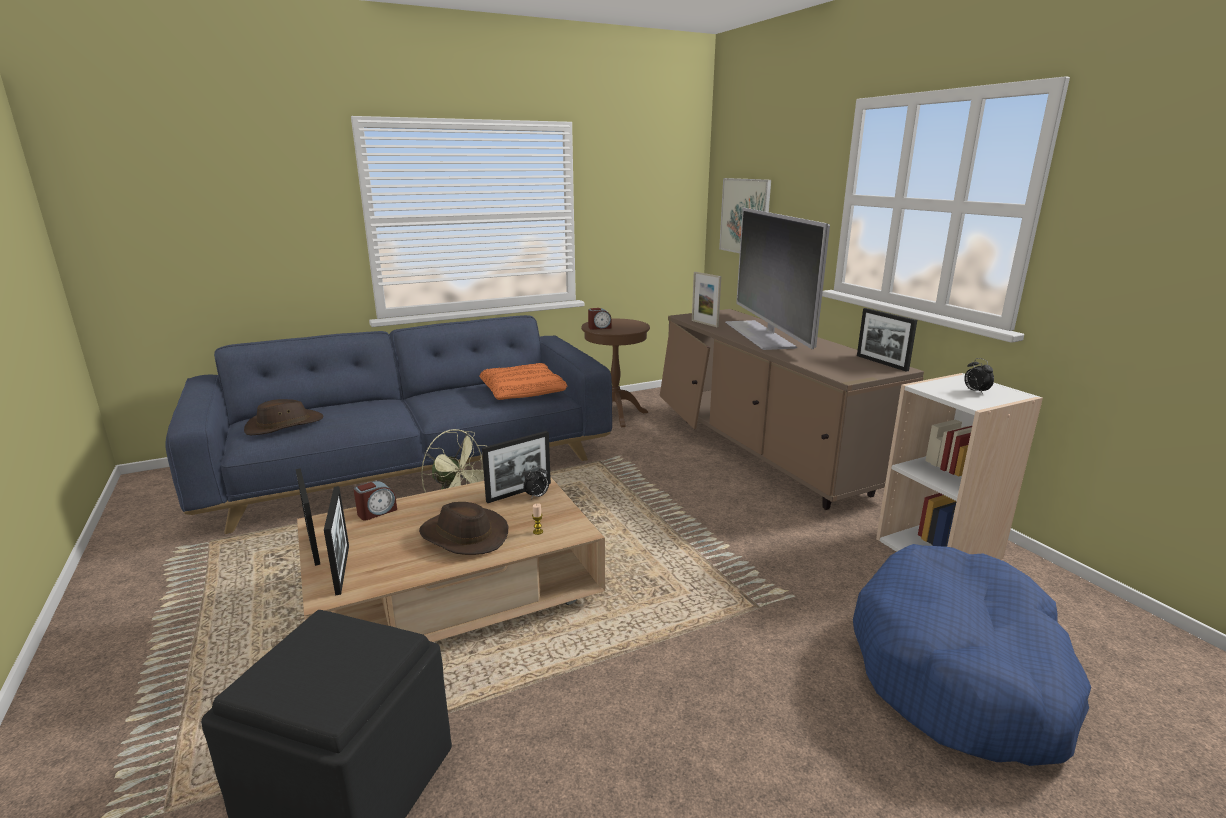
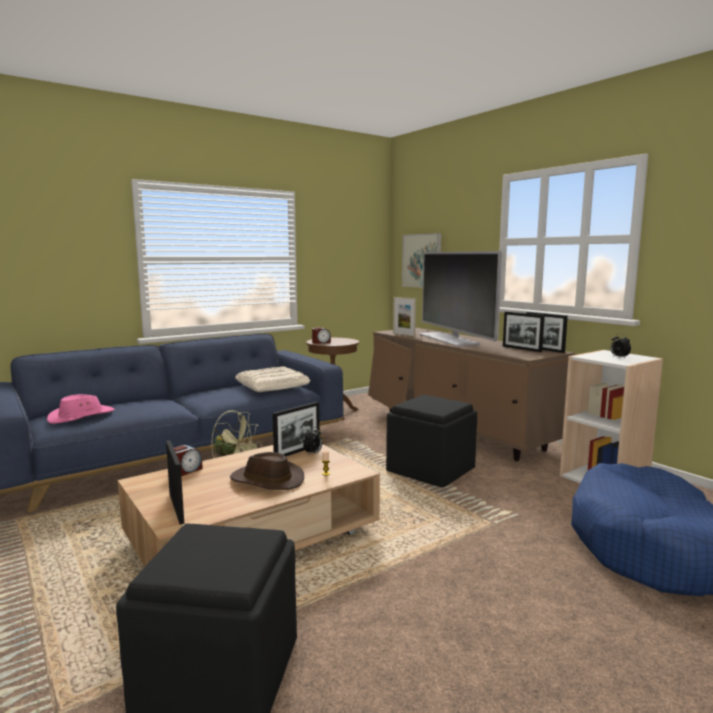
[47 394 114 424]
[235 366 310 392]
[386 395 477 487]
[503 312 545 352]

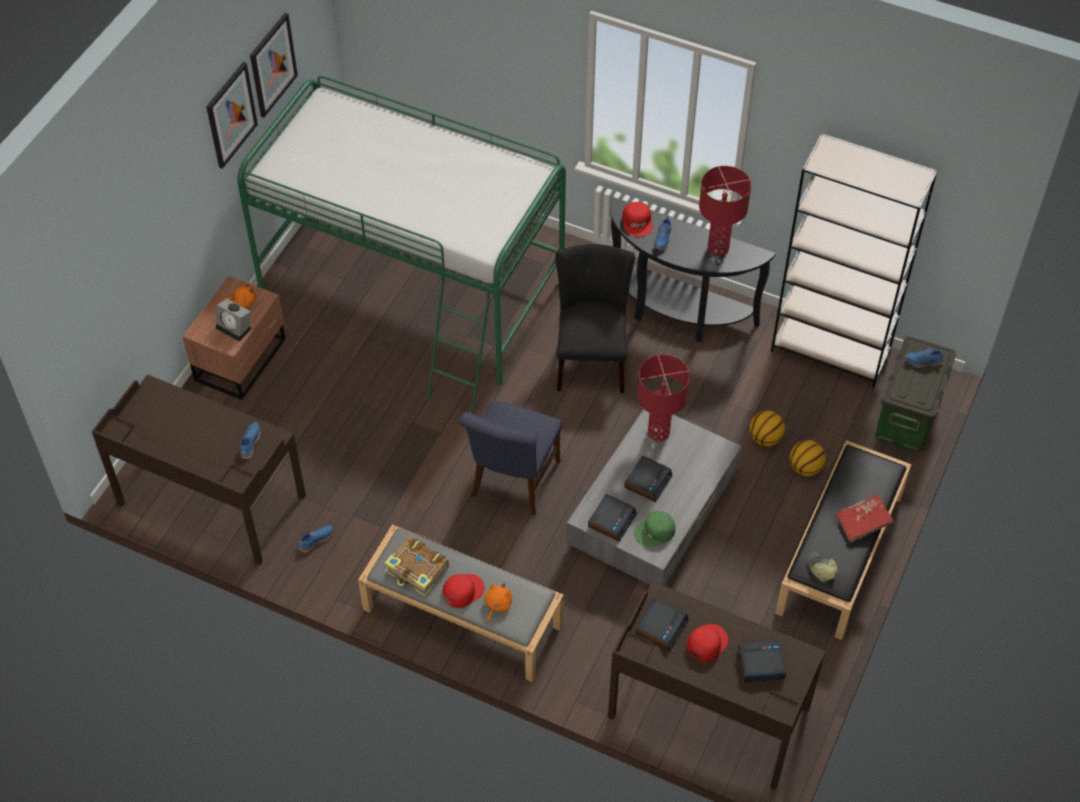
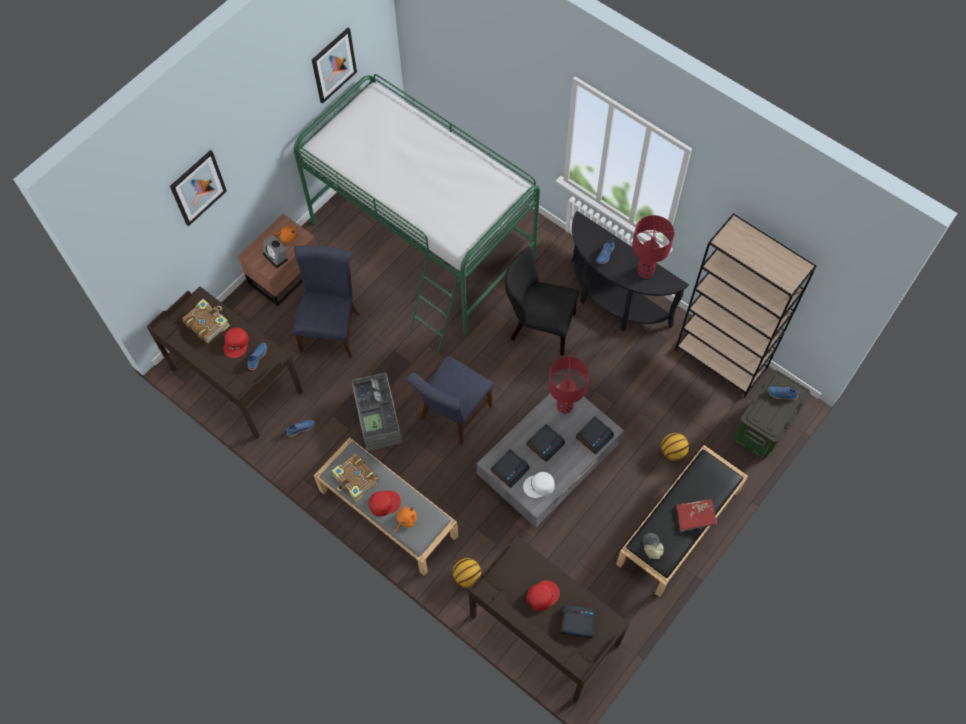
[170 150 227 226]
[182 299 230 344]
[224 327 249 358]
[292 246 359 358]
[352 373 402 451]
[453 558 482 588]
[505 246 579 356]
[523 472 555 498]
[576 417 614 455]

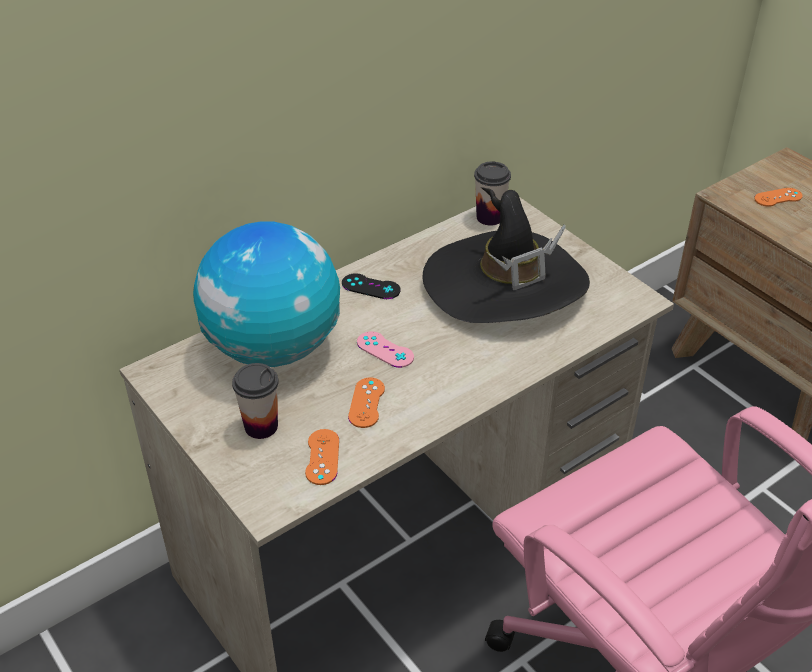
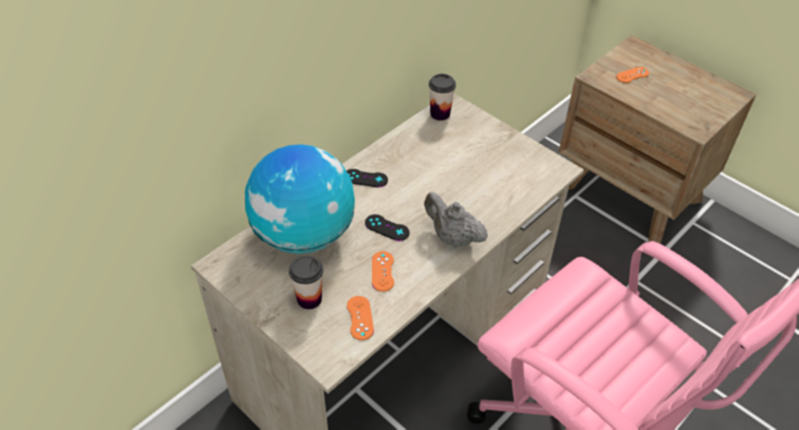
[365 214 410 241]
[424 192 488 247]
[422 187 590 323] (first image)

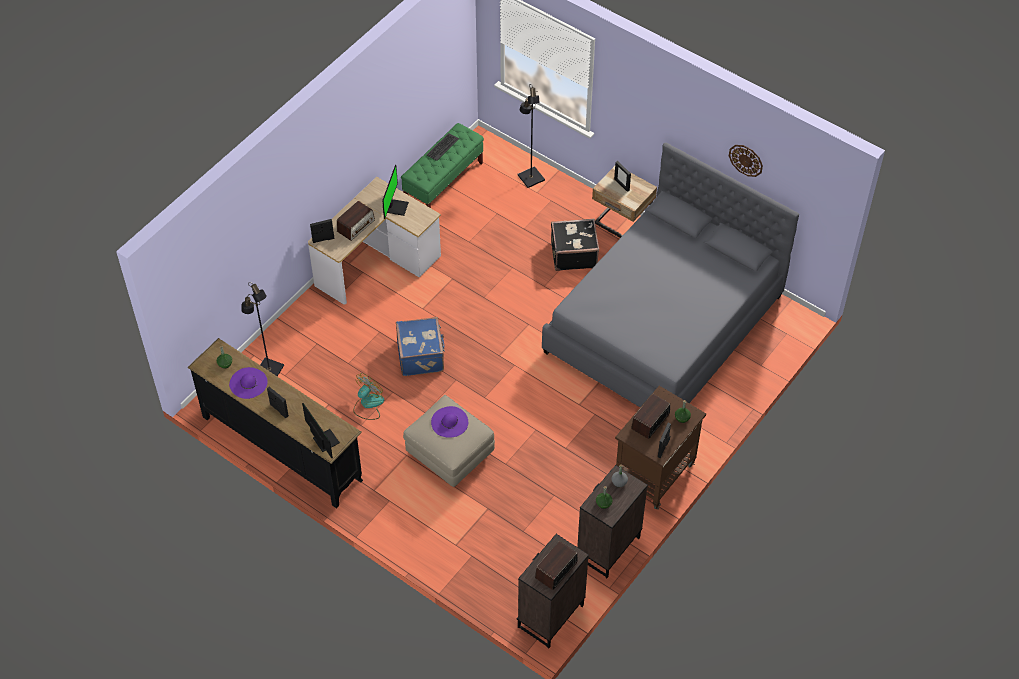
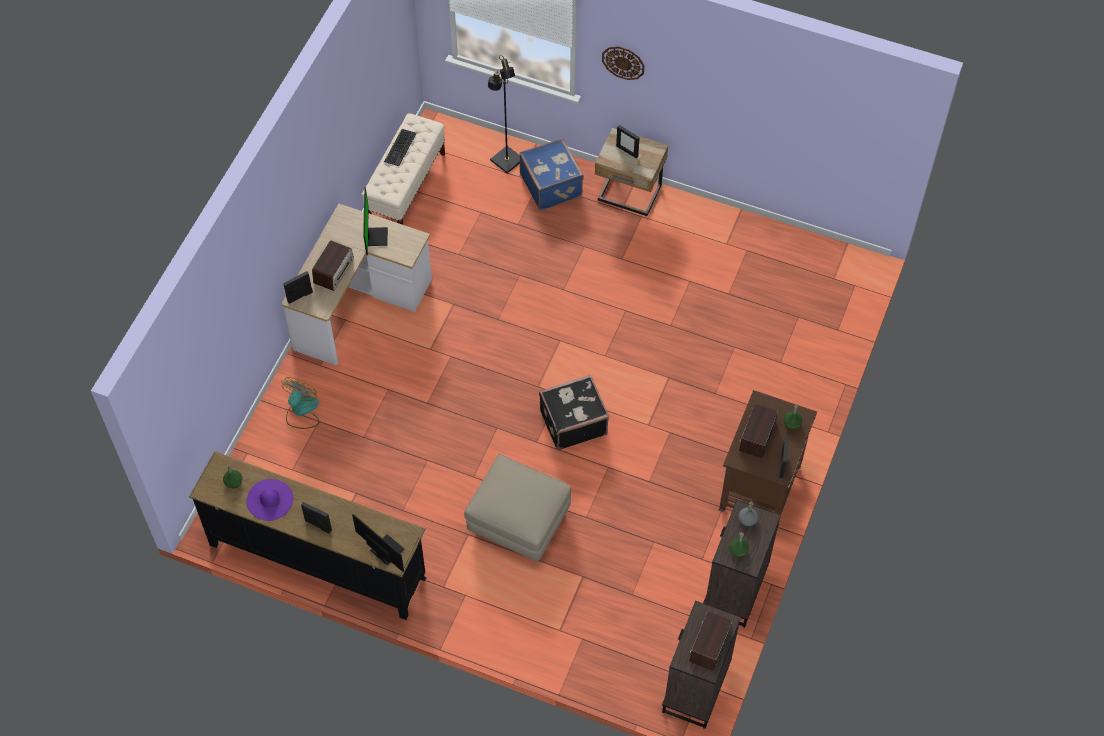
[282 377 319 429]
[361 113 445 225]
[520 138 584 210]
[539 375 609 450]
[602 46 644 80]
[241 282 284 376] (first image)
[431 406 468 438] (first image)
[542 143 799 407] (first image)

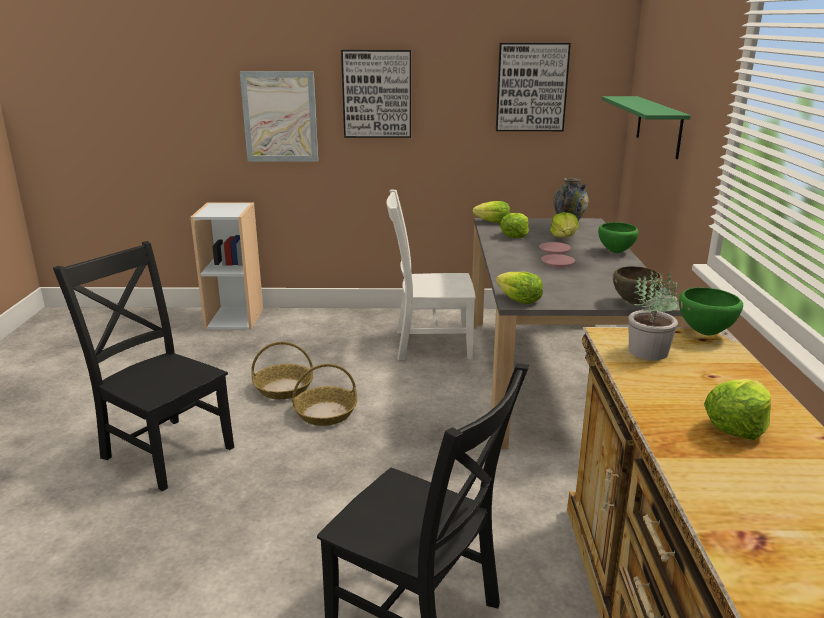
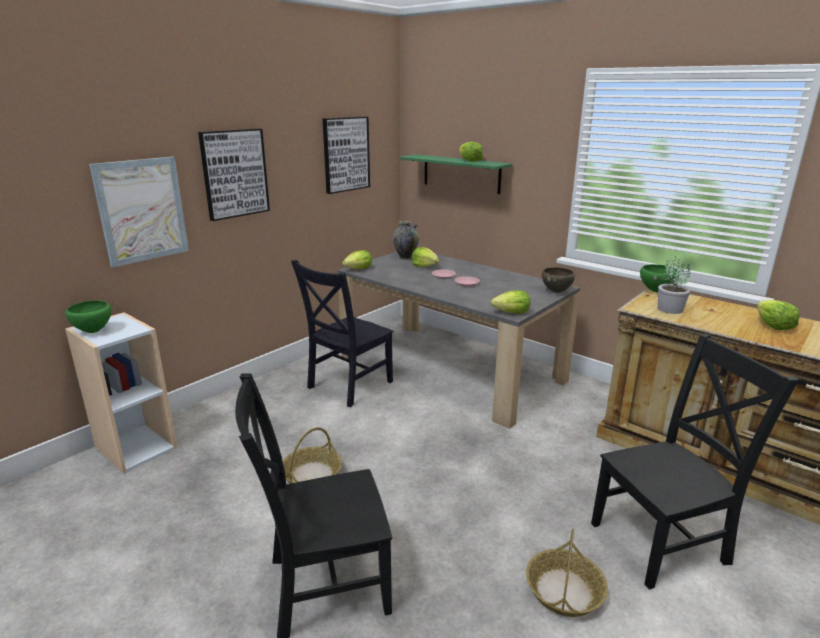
[65 300 111 333]
[291 260 393 407]
[460 142 483 162]
[526 529 608 617]

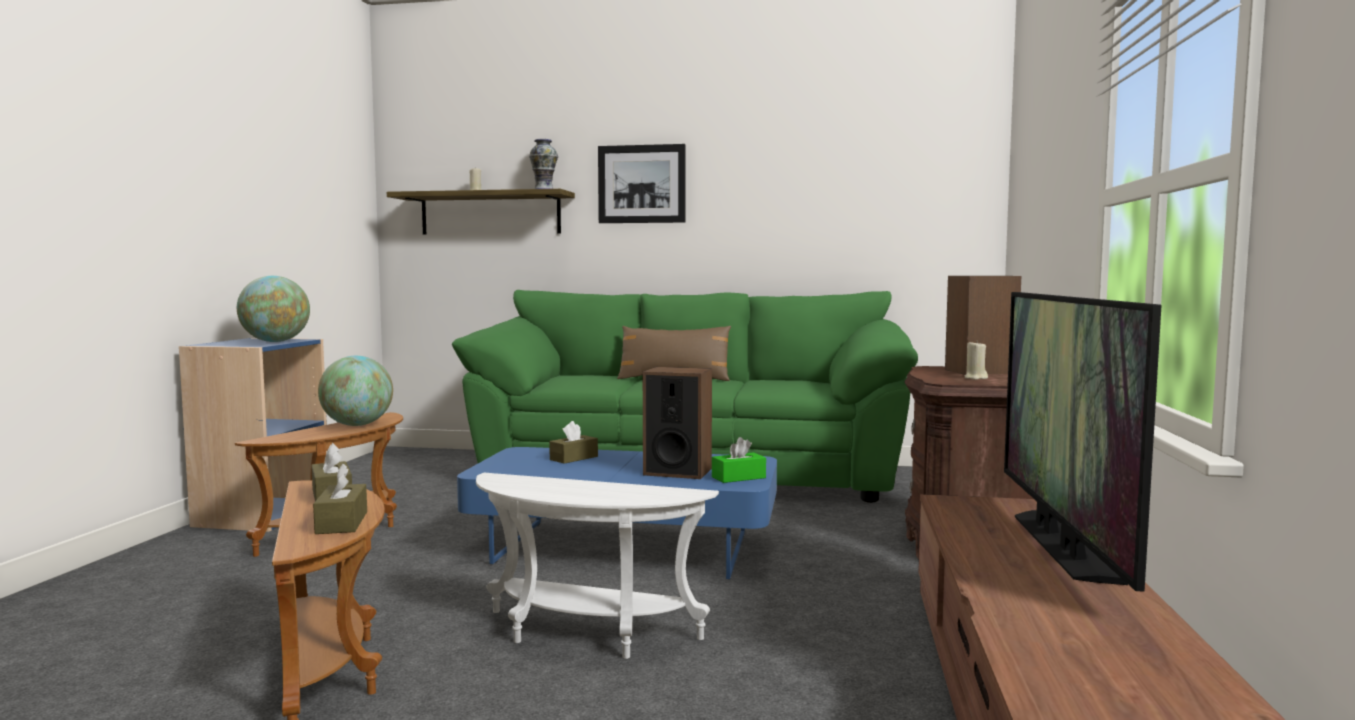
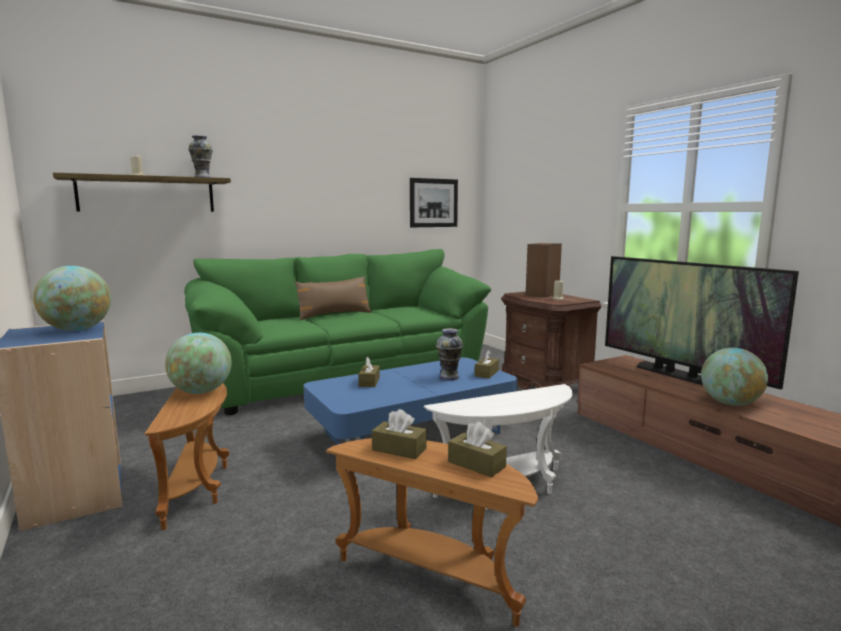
[410 178 458 227]
[436 328 463 380]
[475 350 499 379]
[701 348 768 406]

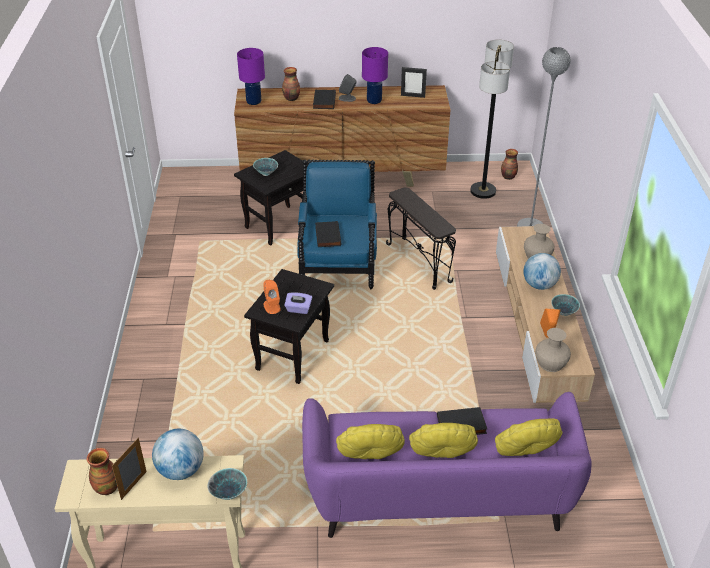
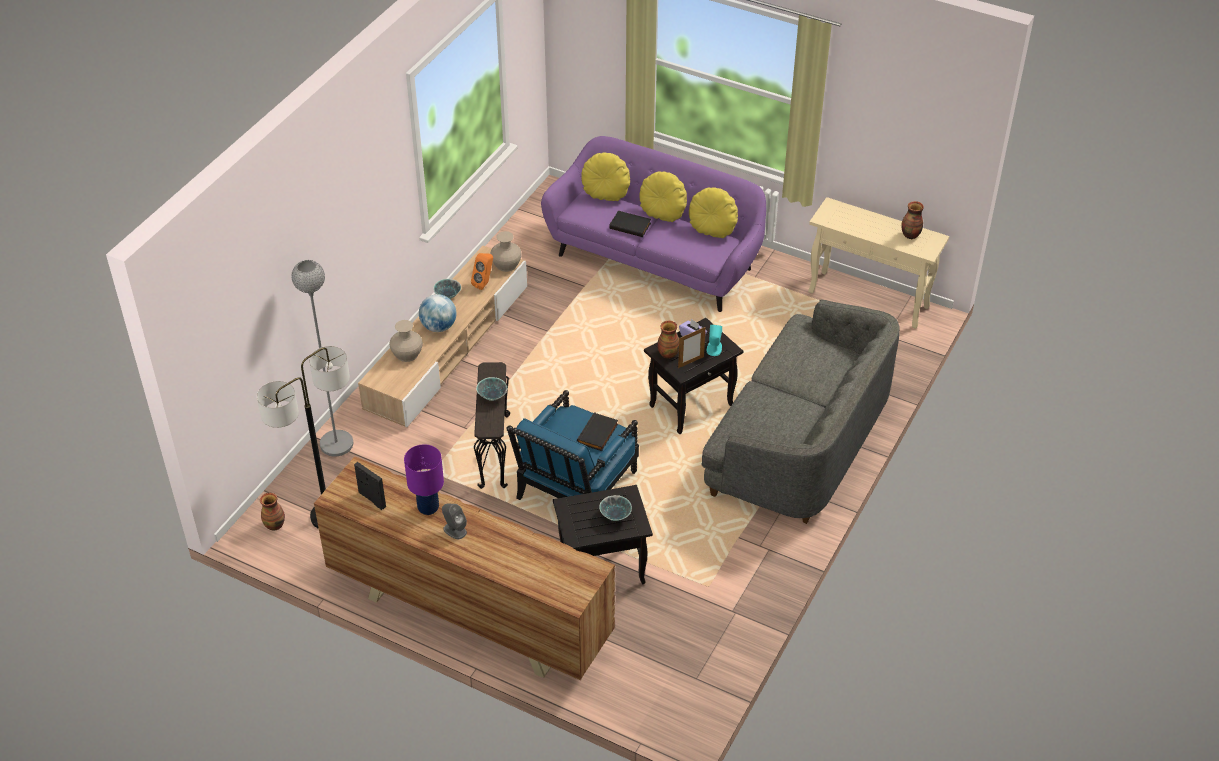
[476 377 507 401]
[657 320 679 359]
[678 327 706 368]
[702 300 900 524]
[707 325 722 356]
[152 429 204 480] (first image)
[237 48 265 105] (first image)
[313 90 336 109] (first image)

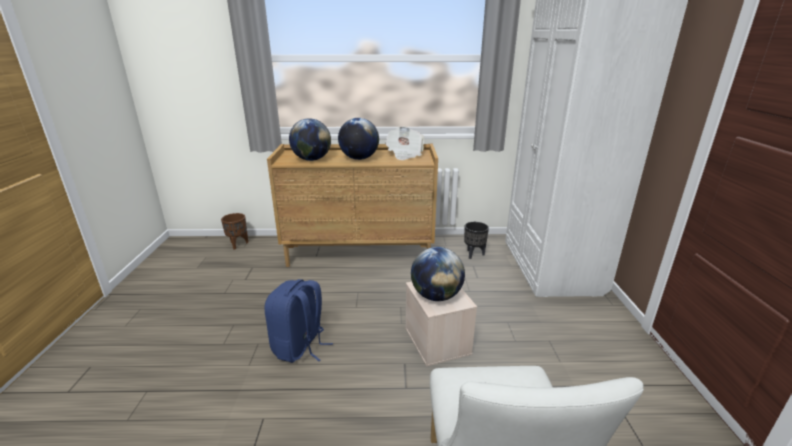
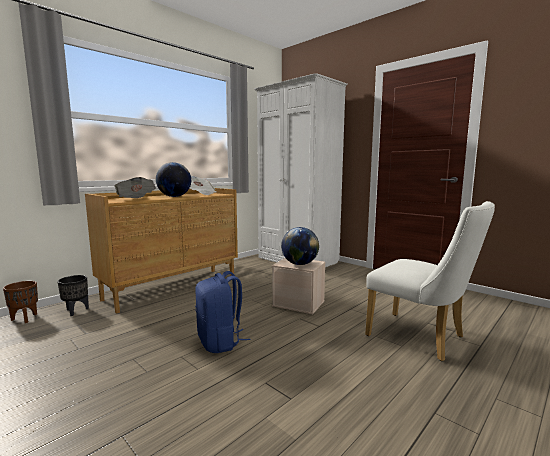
[57 275 89 316]
[115 177 156 198]

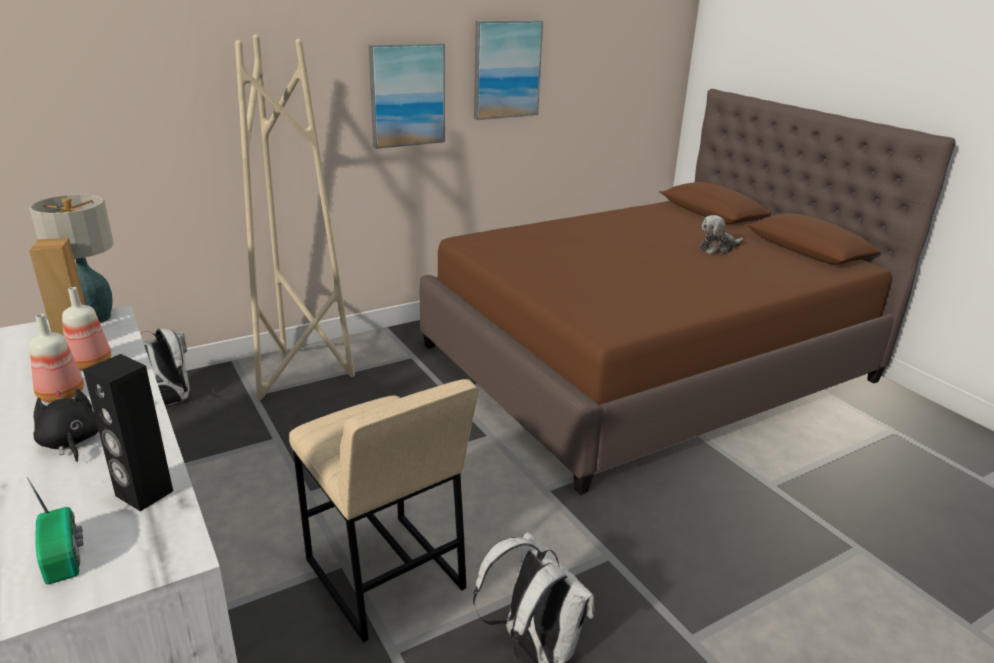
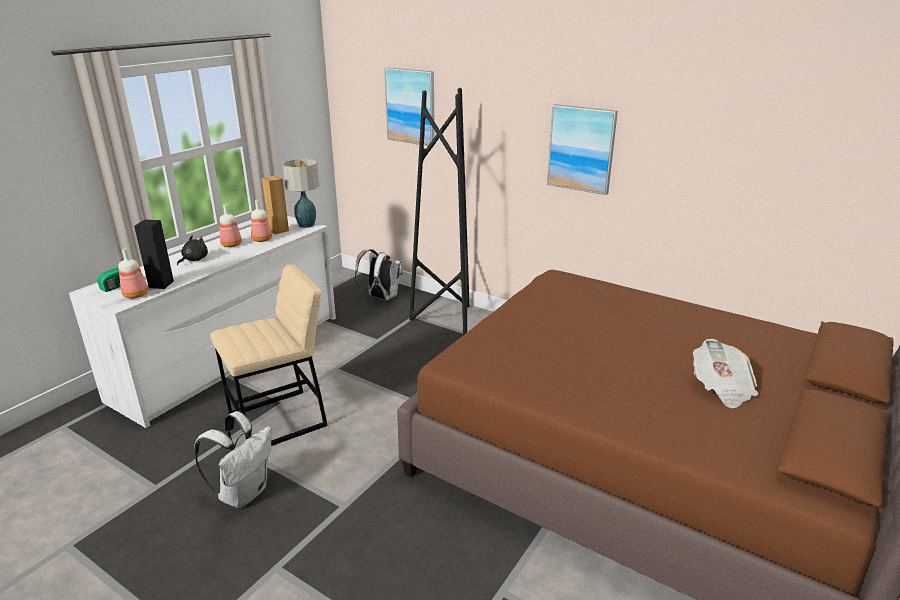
[118 248 148 298]
[210 265 327 446]
[384 68 435 146]
[409 88 470 335]
[693 339 758 409]

